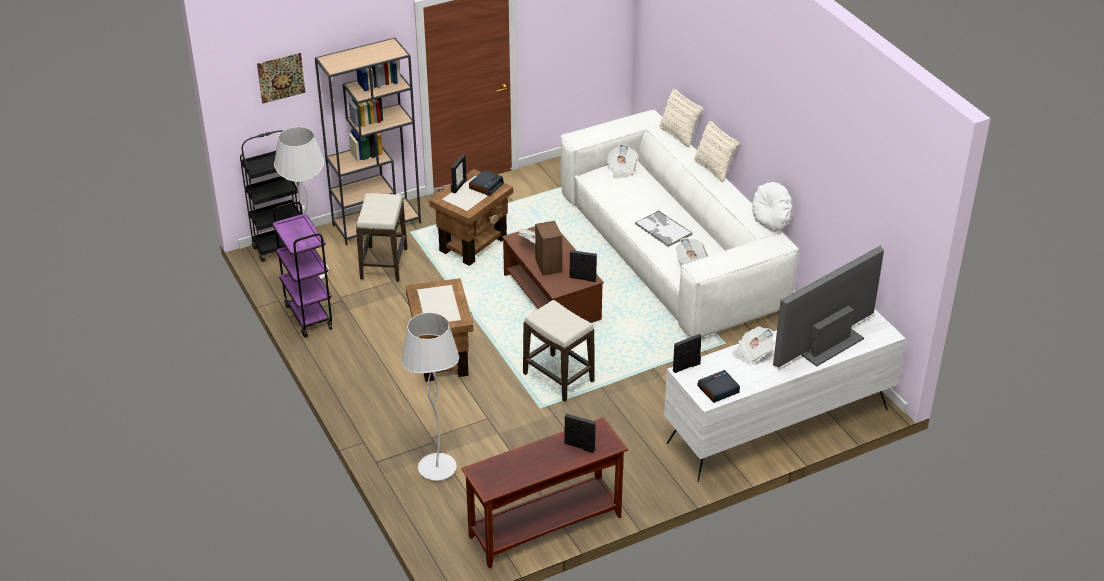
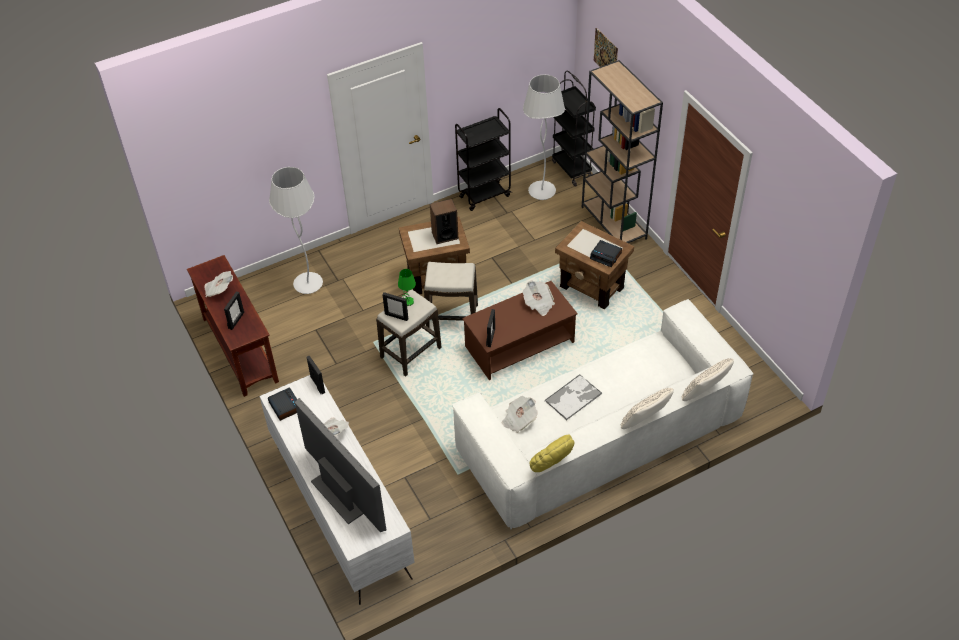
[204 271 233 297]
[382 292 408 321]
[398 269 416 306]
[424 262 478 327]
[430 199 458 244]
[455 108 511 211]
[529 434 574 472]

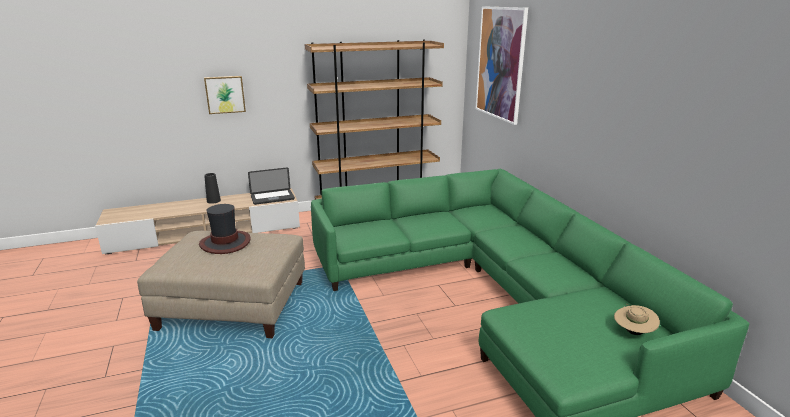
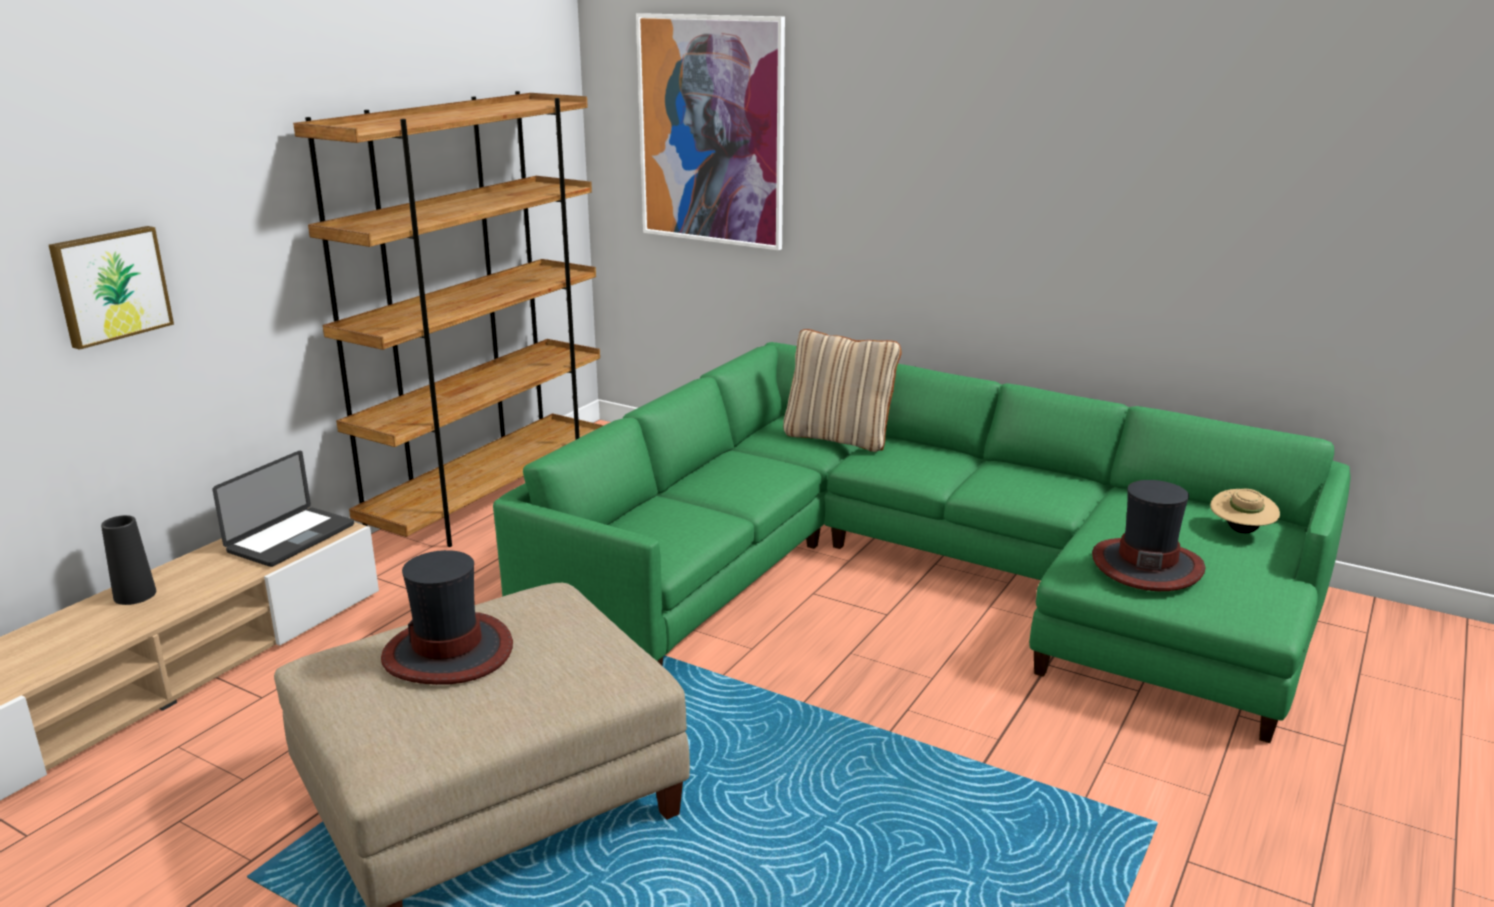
[783 329 902 452]
[1092 480 1206 591]

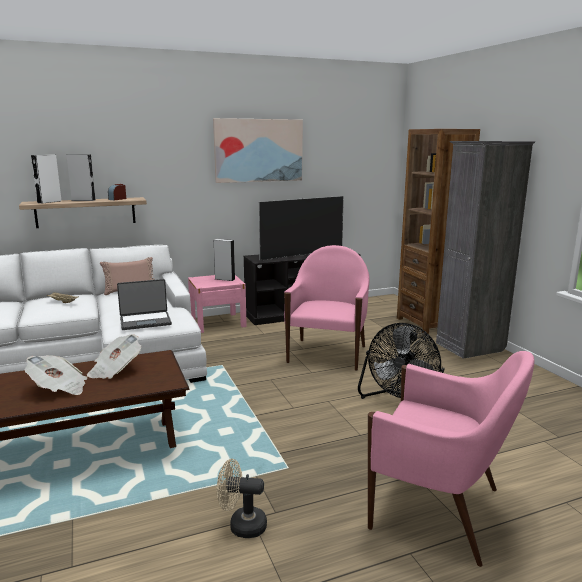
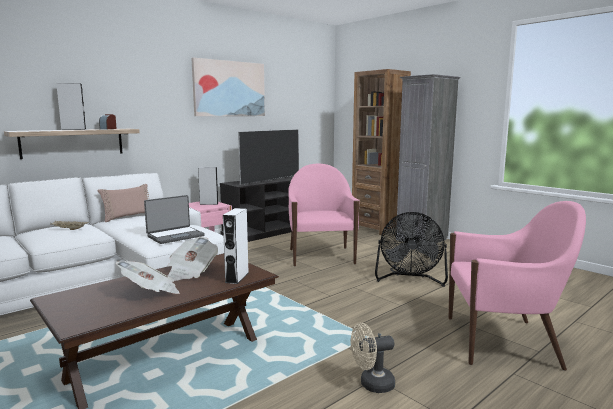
[223 208 249 284]

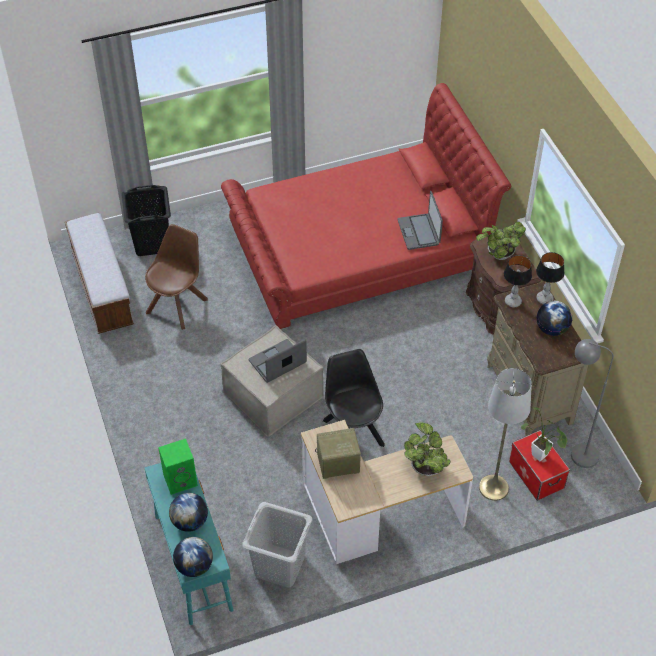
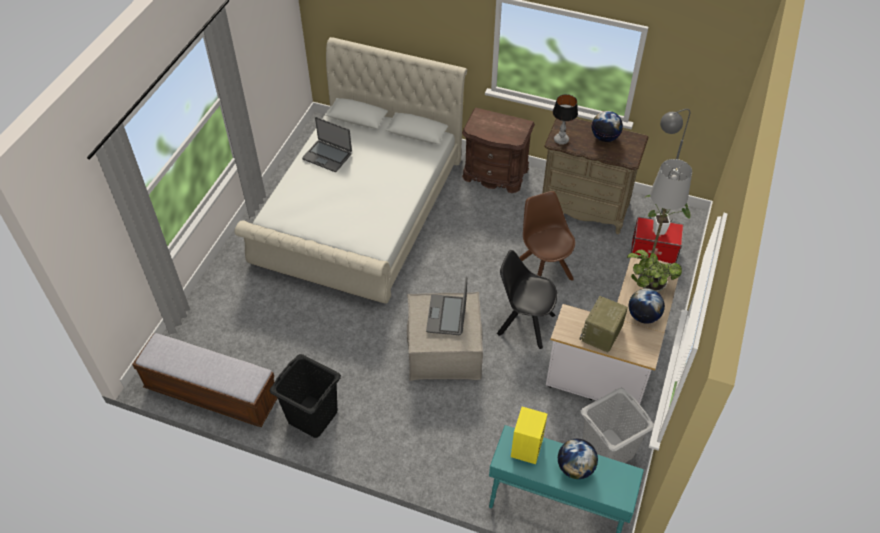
[234 37 467 304]
[270 354 341 438]
[302 117 352 172]
[511 407 547 464]
[519 191 575 281]
[629 288 665 324]
[476 222 526 260] (first image)
[536 252 564 304] (first image)

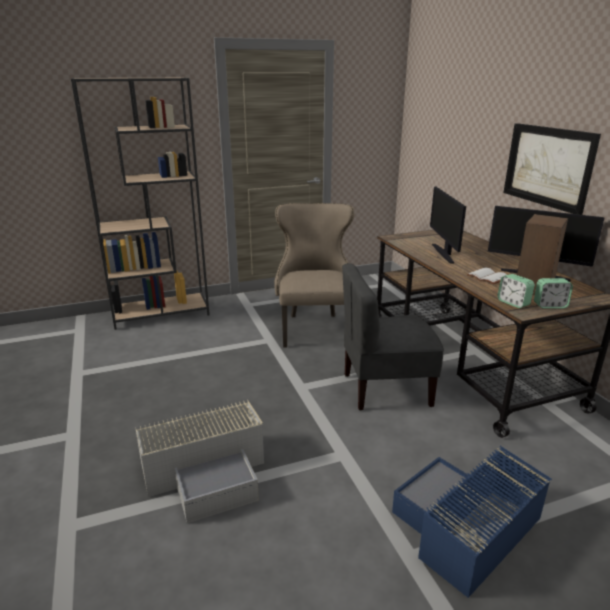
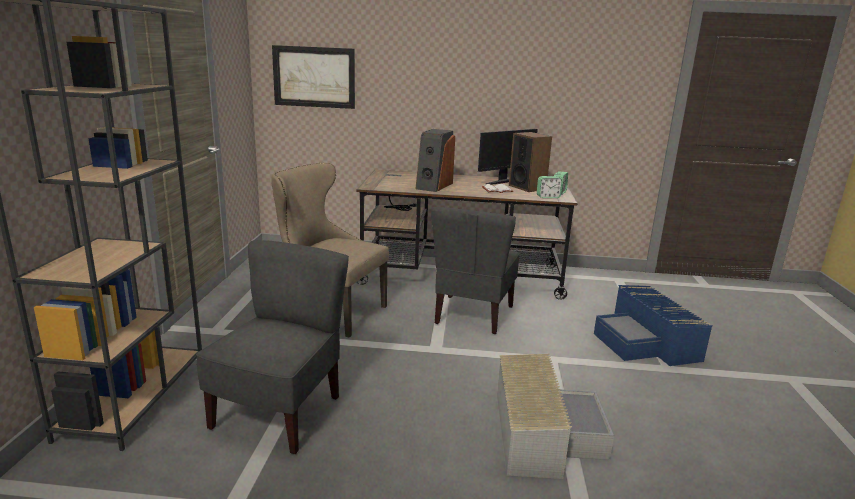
[196 240 349 454]
[272 45 355 109]
[415 129 455 192]

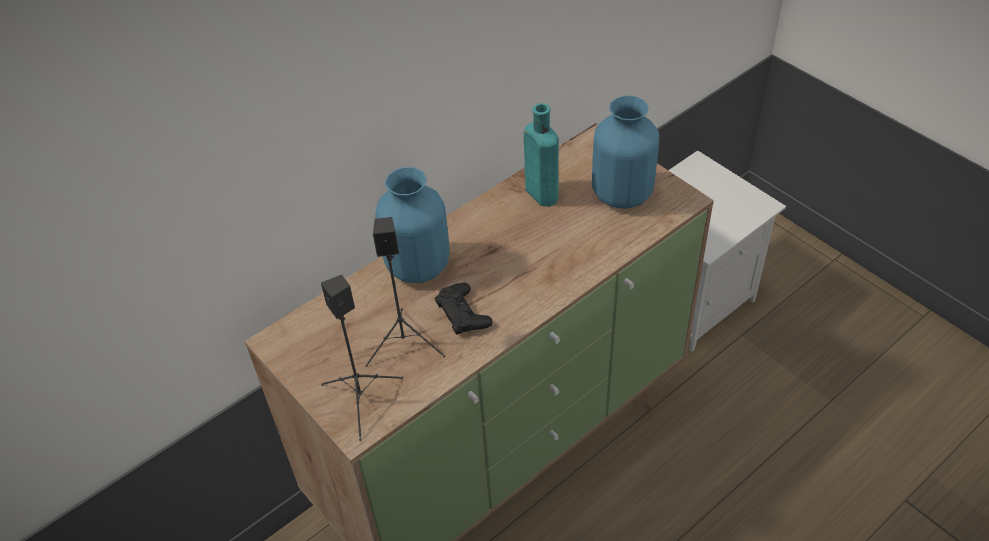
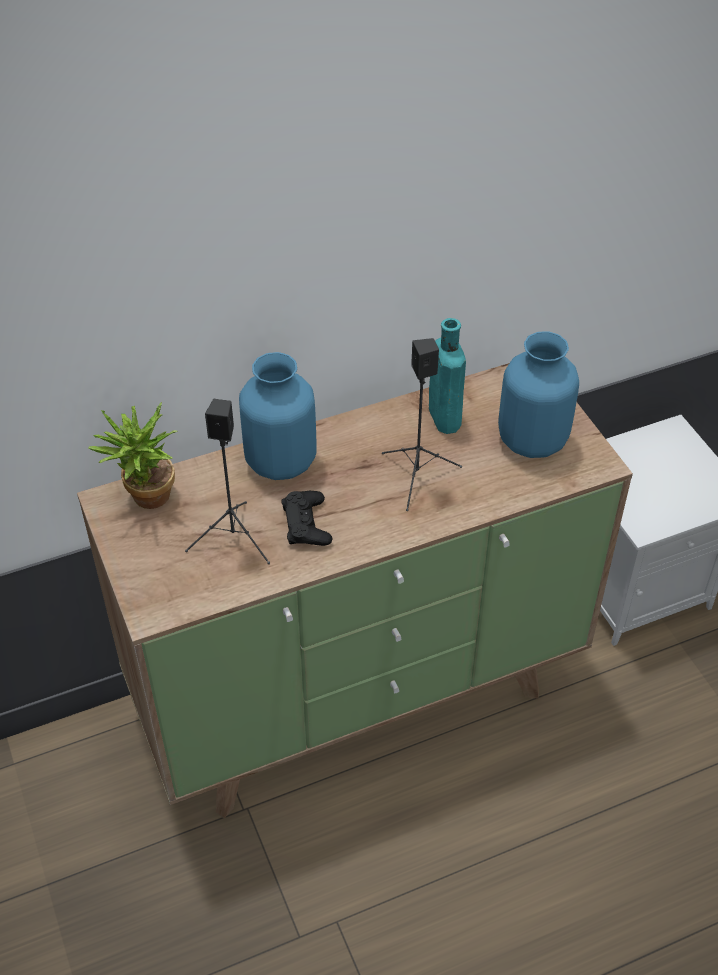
[88 402 177 509]
[382 338 462 511]

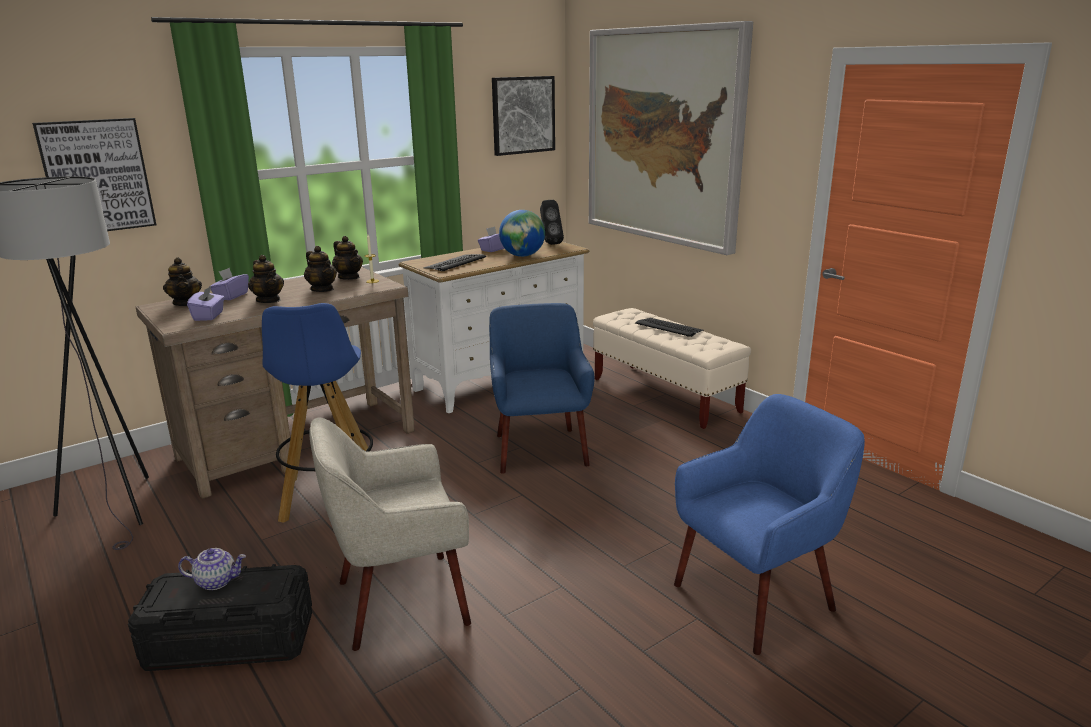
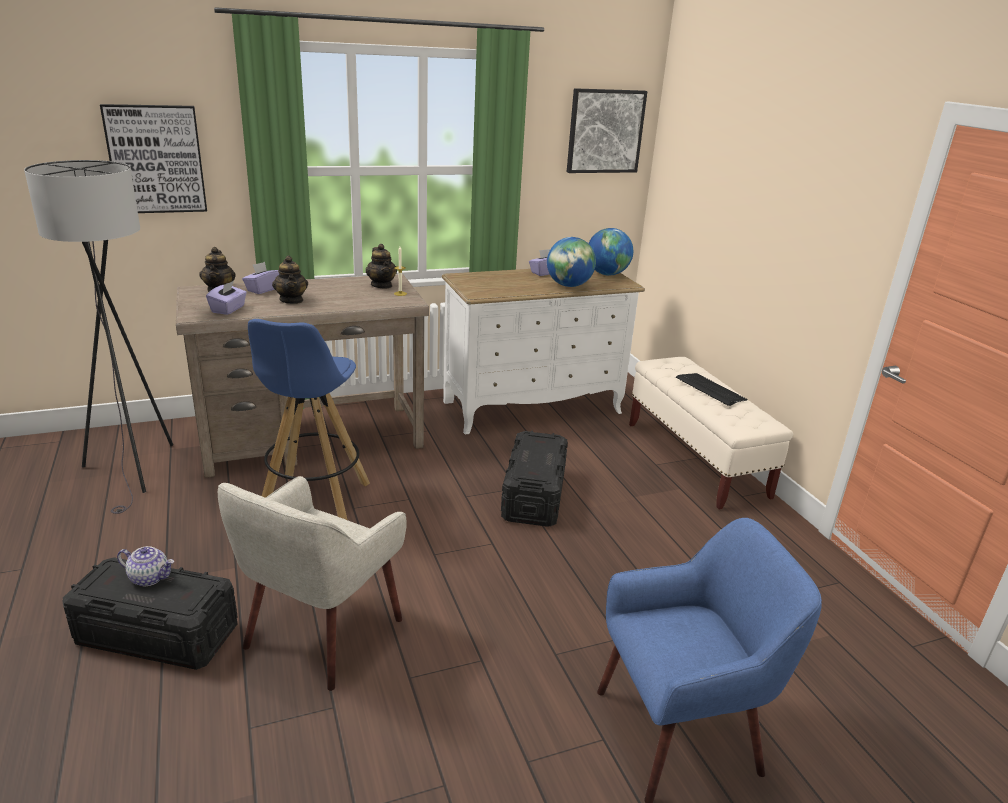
[218 476 407 691]
[501 430 568 527]
[588 228 633 276]
[304 246 337 292] (first image)
[423 254 486 271] (first image)
[589 21 753 255] (first image)

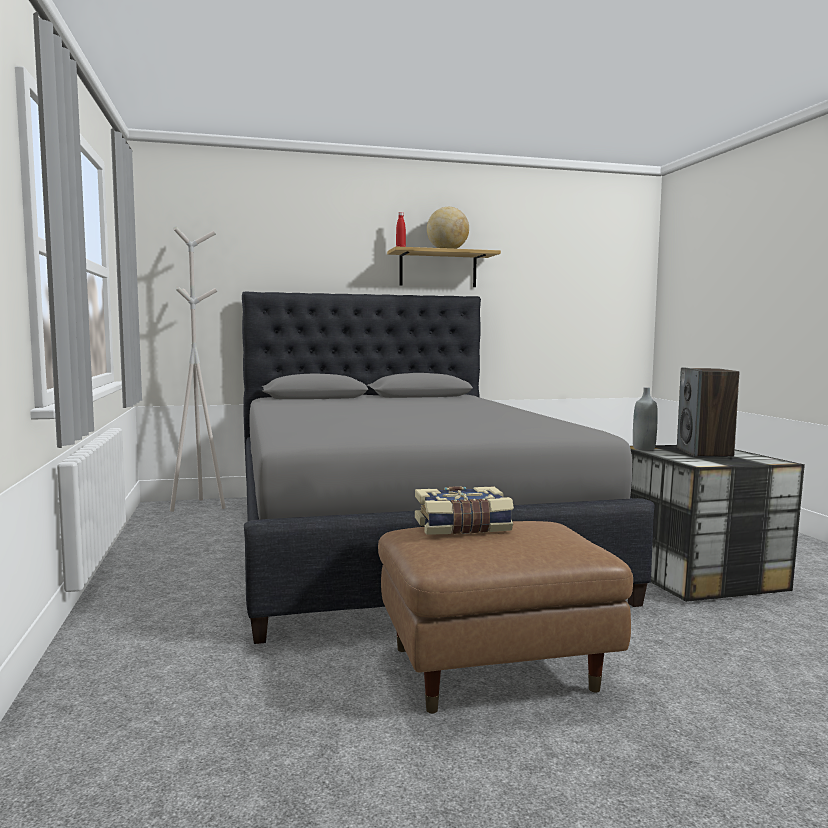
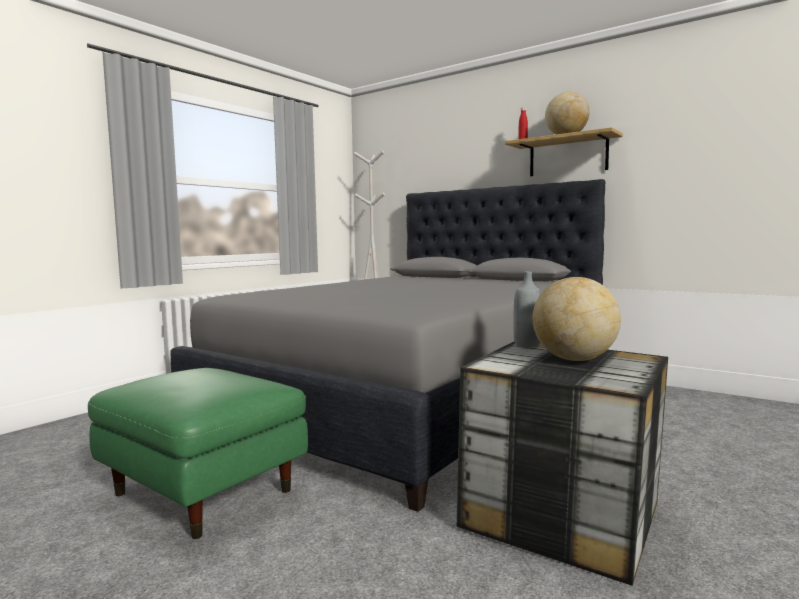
[88 368 308 539]
[533 277 621 361]
[415 486 514 535] (first image)

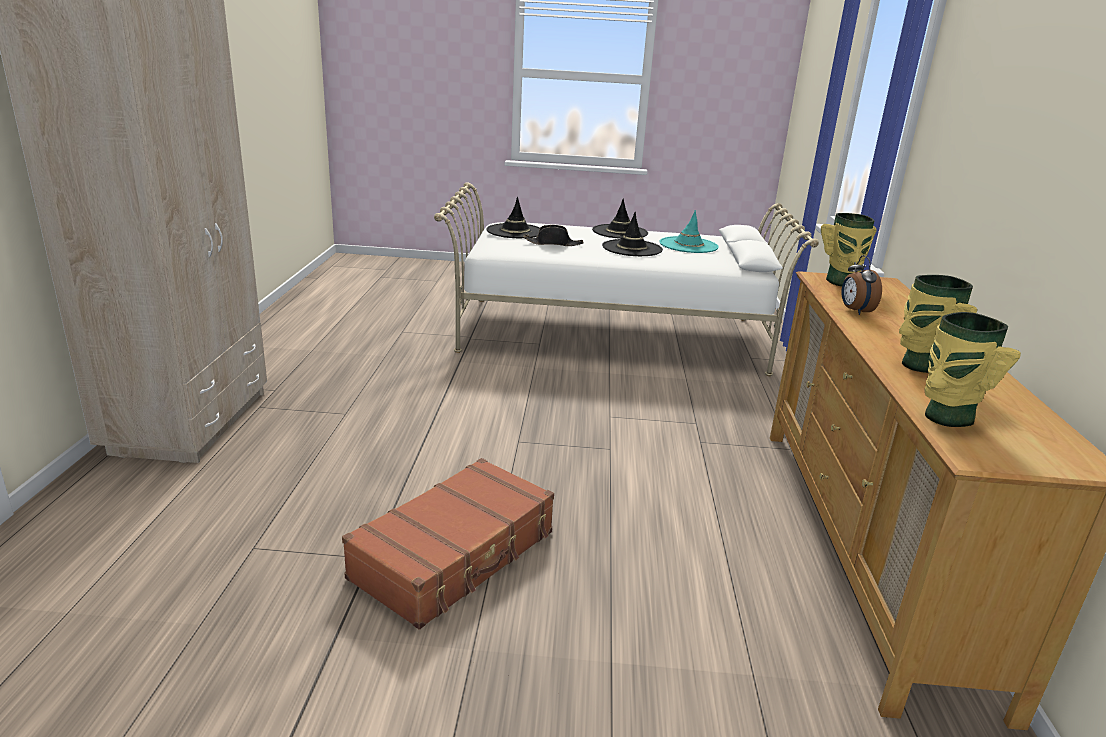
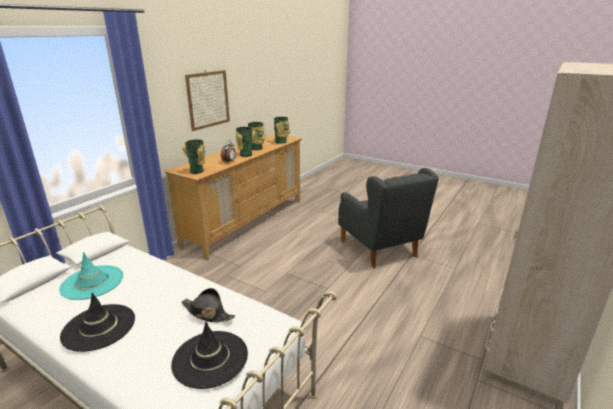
[185 70 230 131]
[236 127 256 157]
[338 168 439 269]
[602 212 663 256] (first image)

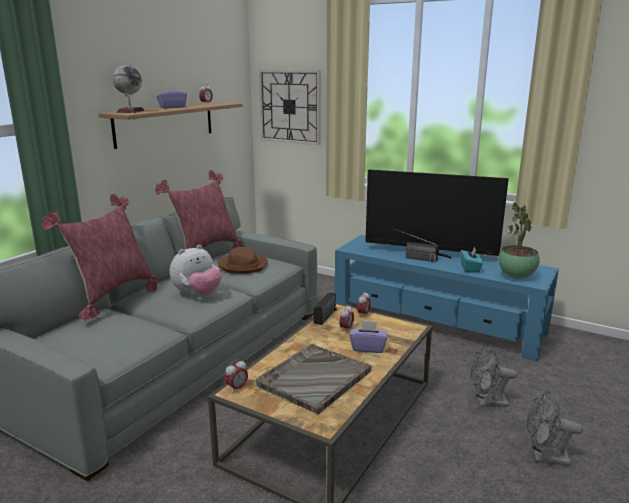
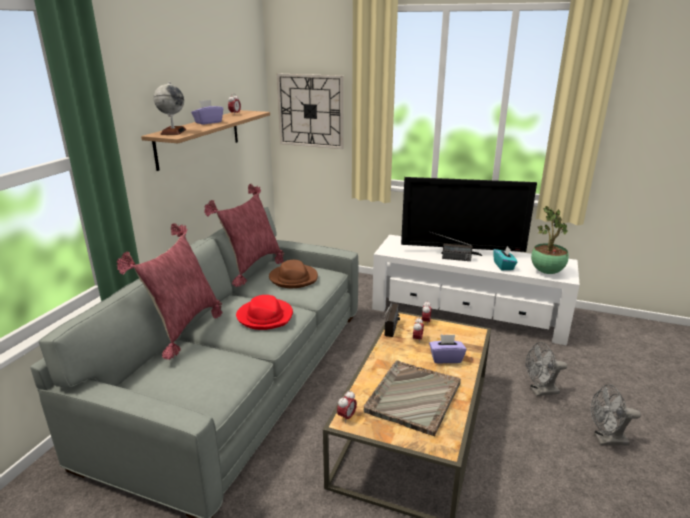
[236 295 293 330]
[372 235 580 345]

